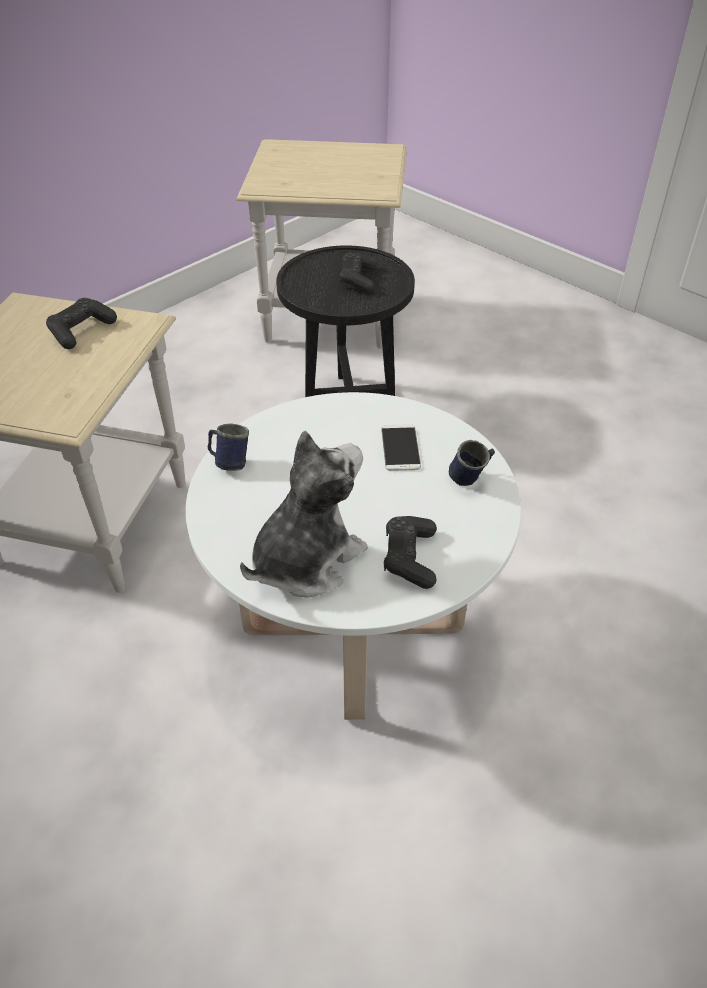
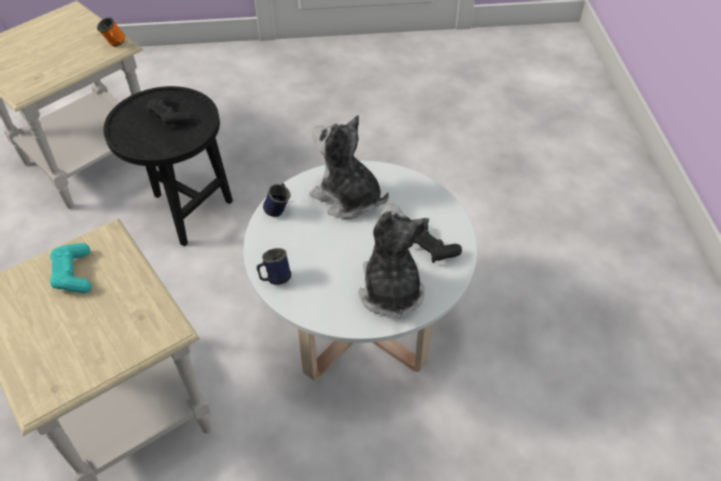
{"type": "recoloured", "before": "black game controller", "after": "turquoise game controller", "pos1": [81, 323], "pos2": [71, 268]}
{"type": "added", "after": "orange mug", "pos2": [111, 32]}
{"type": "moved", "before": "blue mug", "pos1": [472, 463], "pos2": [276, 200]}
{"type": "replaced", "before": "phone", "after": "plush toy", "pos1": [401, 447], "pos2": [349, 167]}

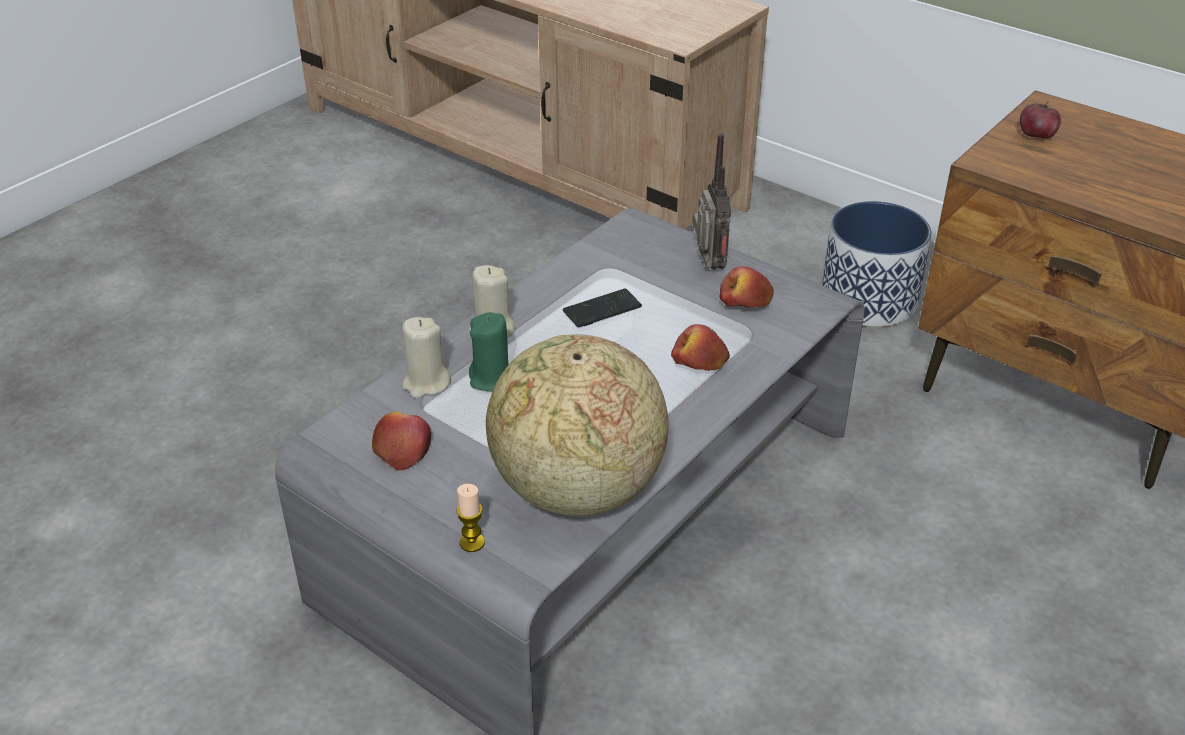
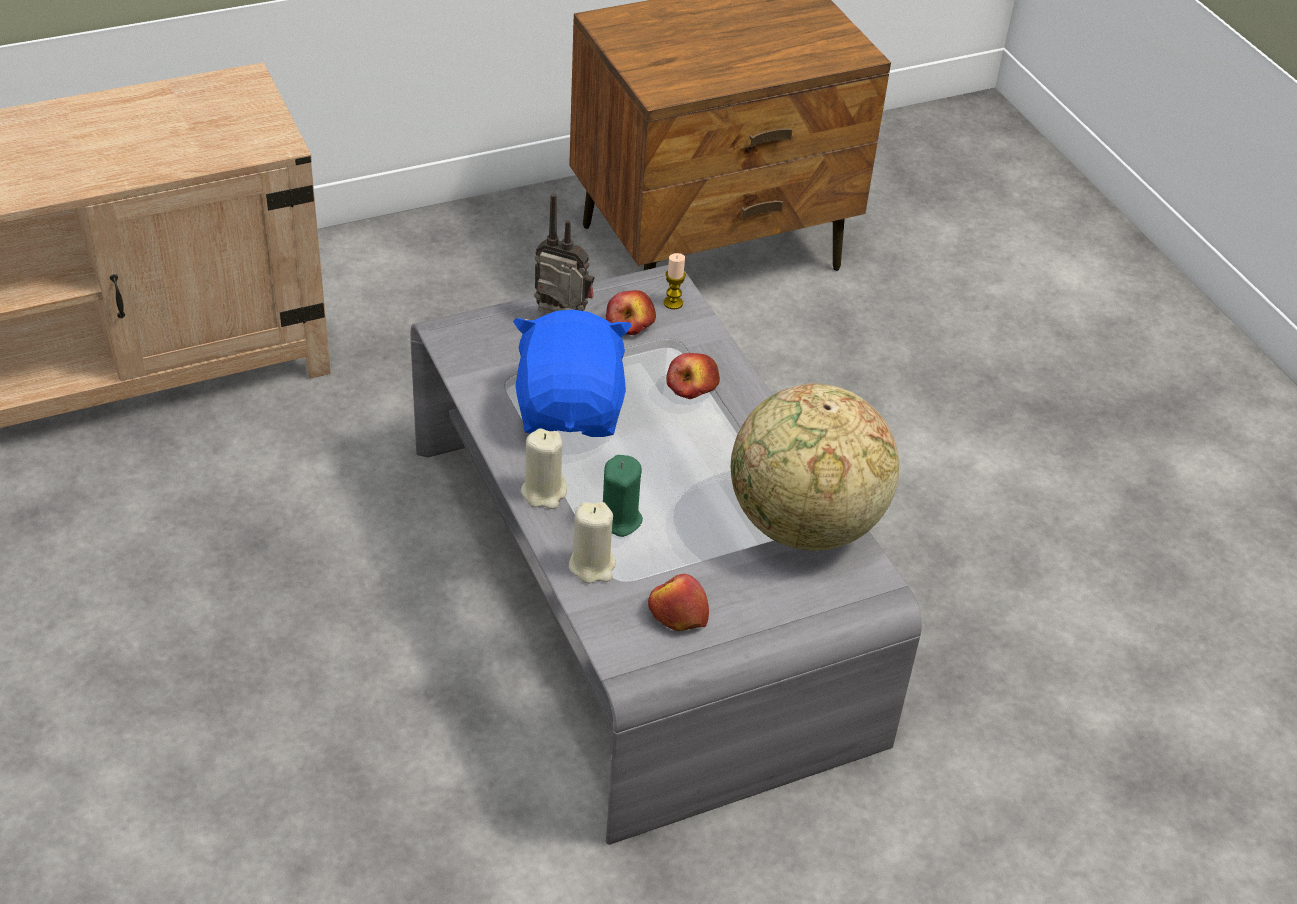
{"type": "replaced", "before": "phone", "after": "blue plush toy", "pos1": [602, 307], "pos2": [572, 373]}
{"type": "moved", "before": "candle", "pos1": [470, 518], "pos2": [675, 281]}
{"type": "removed", "before": "planter", "pos1": [877, 264]}
{"type": "removed", "before": "apple", "pos1": [1040, 120]}

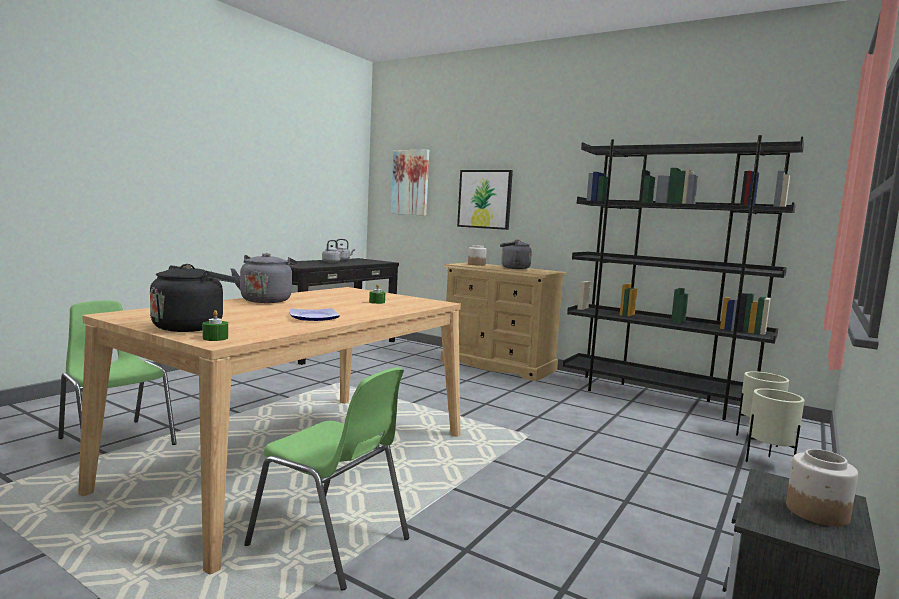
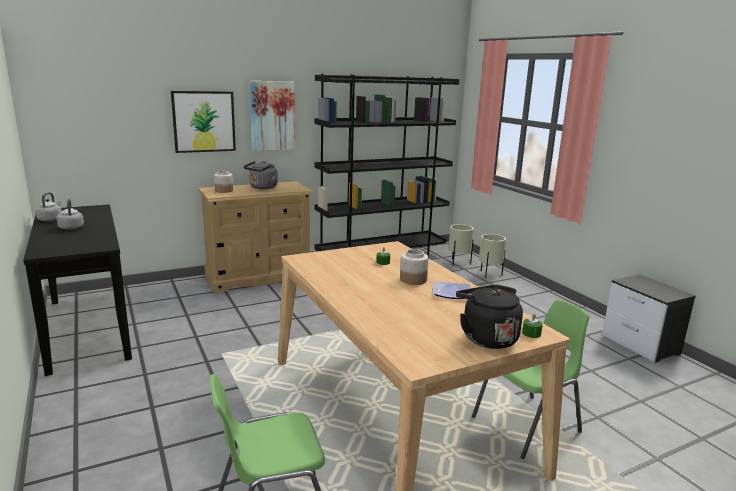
{"type": "moved", "before": "picture", "pos1": [410, 182], "pos2": [272, 116]}
{"type": "moved", "before": "jar", "pos1": [822, 488], "pos2": [414, 267]}
{"type": "removed", "before": "grey kettle", "pos1": [263, 278]}

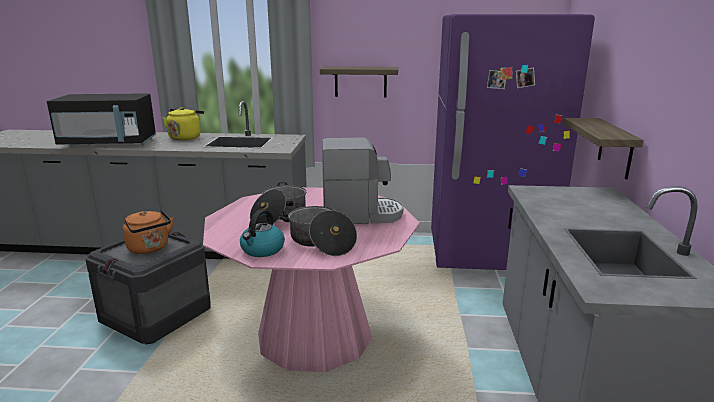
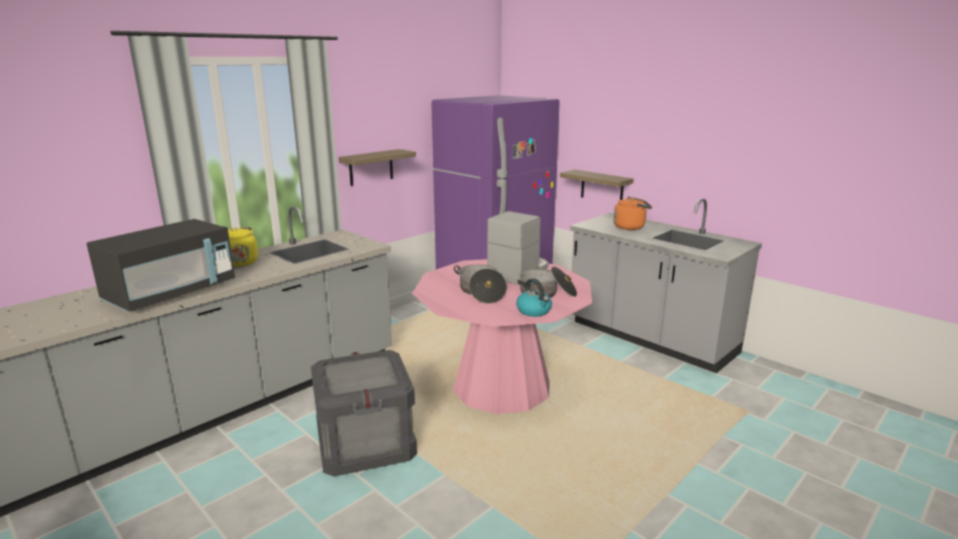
{"type": "moved", "before": "orange kettle", "pos1": [148, 232], "pos2": [633, 213]}

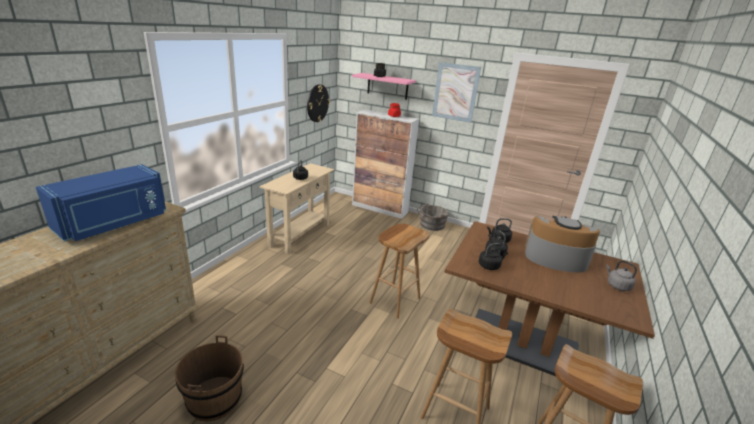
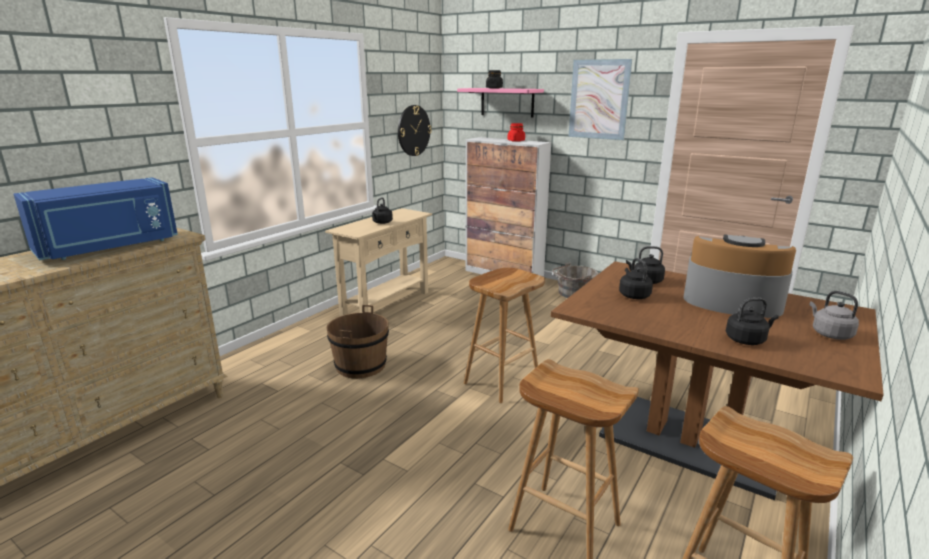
{"type": "moved", "before": "brown bucket", "pos1": [209, 378], "pos2": [357, 342]}
{"type": "moved", "before": "black kettle", "pos1": [493, 256], "pos2": [752, 321]}

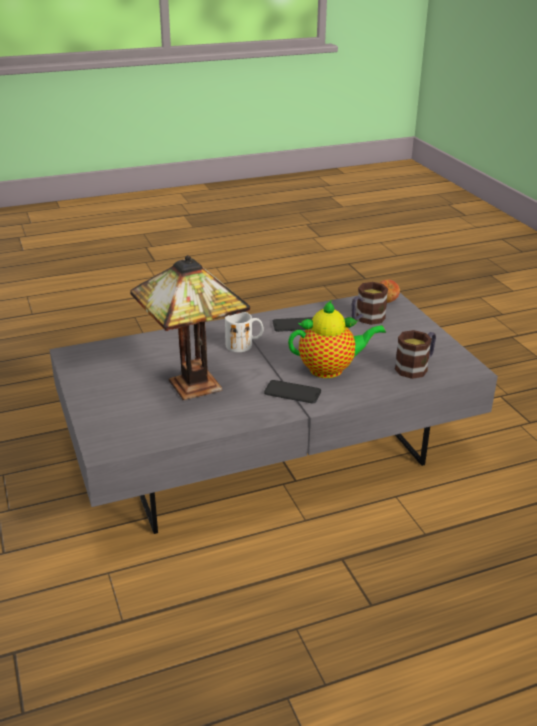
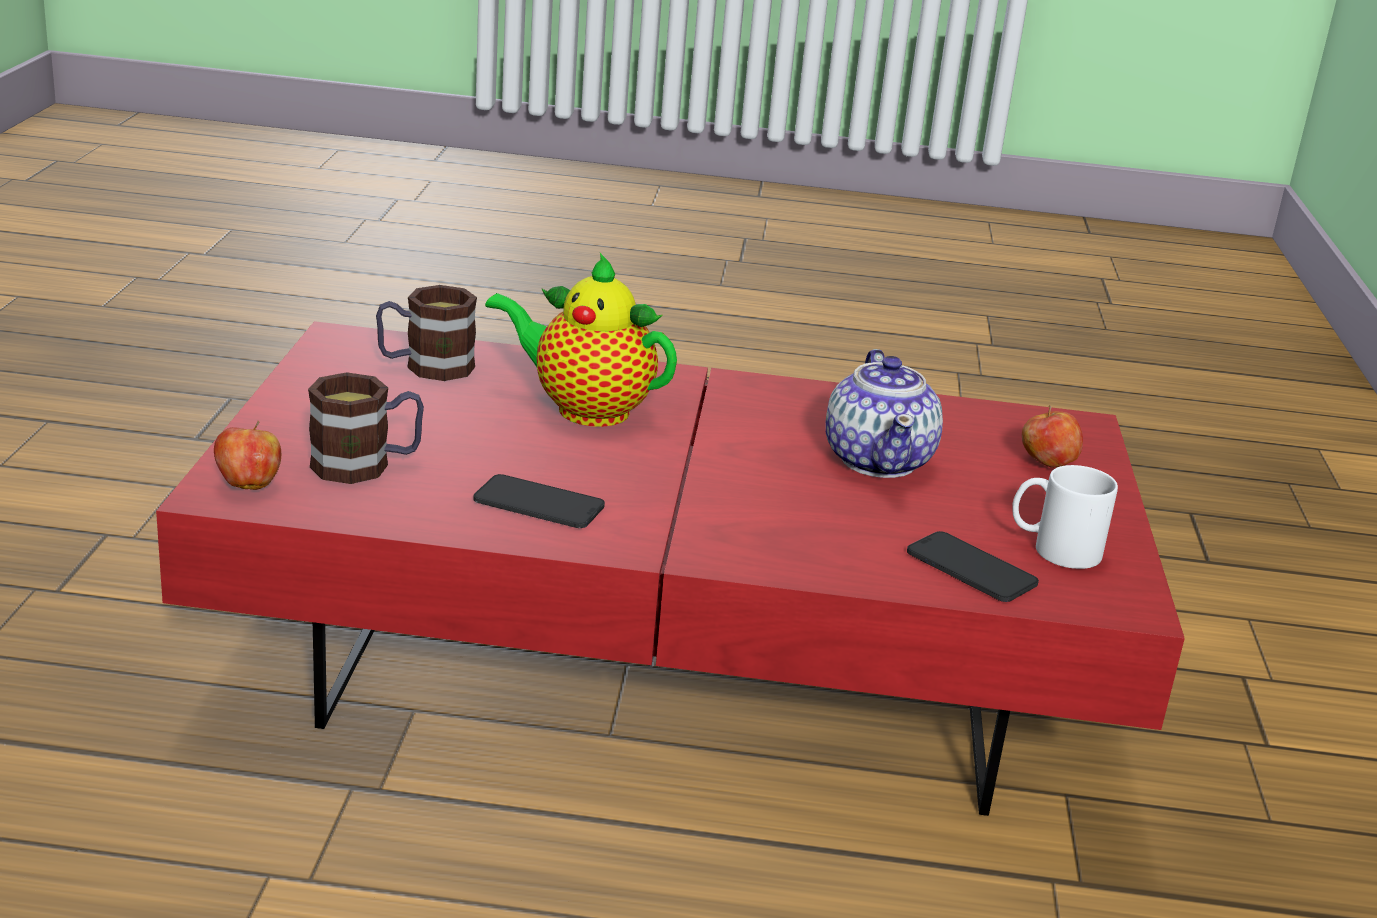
{"type": "recoloured", "before": "grey coffee table", "after": "red coffee table", "pos1": [273, 413], "pos2": [670, 568]}
{"type": "replaced", "before": "table lamp", "after": "teapot", "pos1": [190, 327], "pos2": [884, 413]}
{"type": "moved", "before": "phone", "pos1": [292, 392], "pos2": [973, 566]}
{"type": "moved", "before": "white mug", "pos1": [244, 332], "pos2": [1065, 517]}
{"type": "added", "after": "apple", "pos2": [1052, 436]}

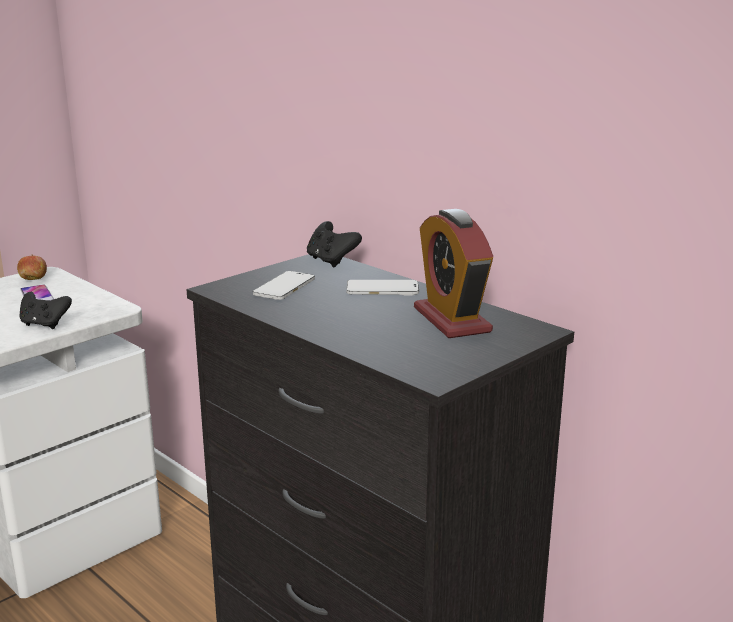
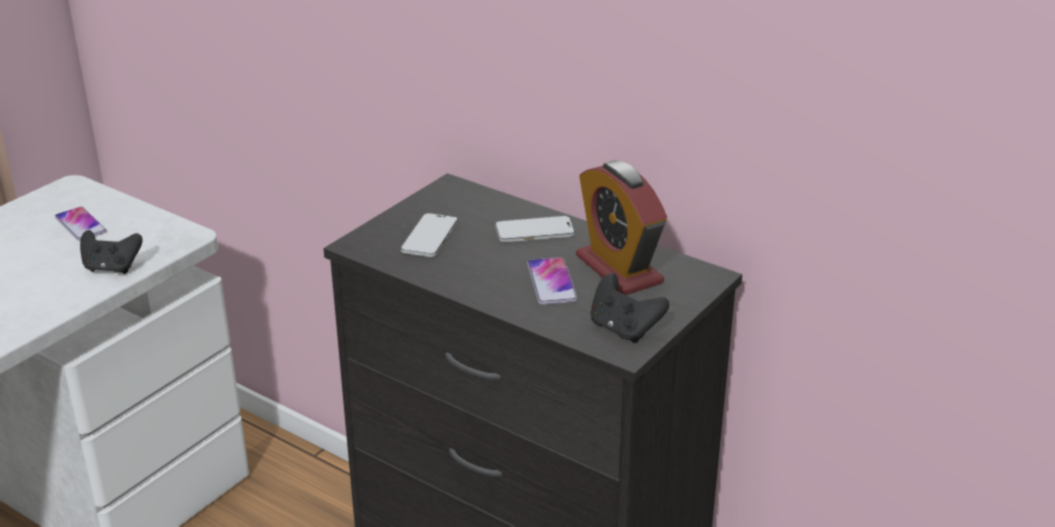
{"type": "added", "after": "phone", "pos2": [552, 281]}
{"type": "moved", "before": "black game controller", "pos1": [334, 244], "pos2": [629, 308]}
{"type": "removed", "before": "apple", "pos1": [32, 267]}

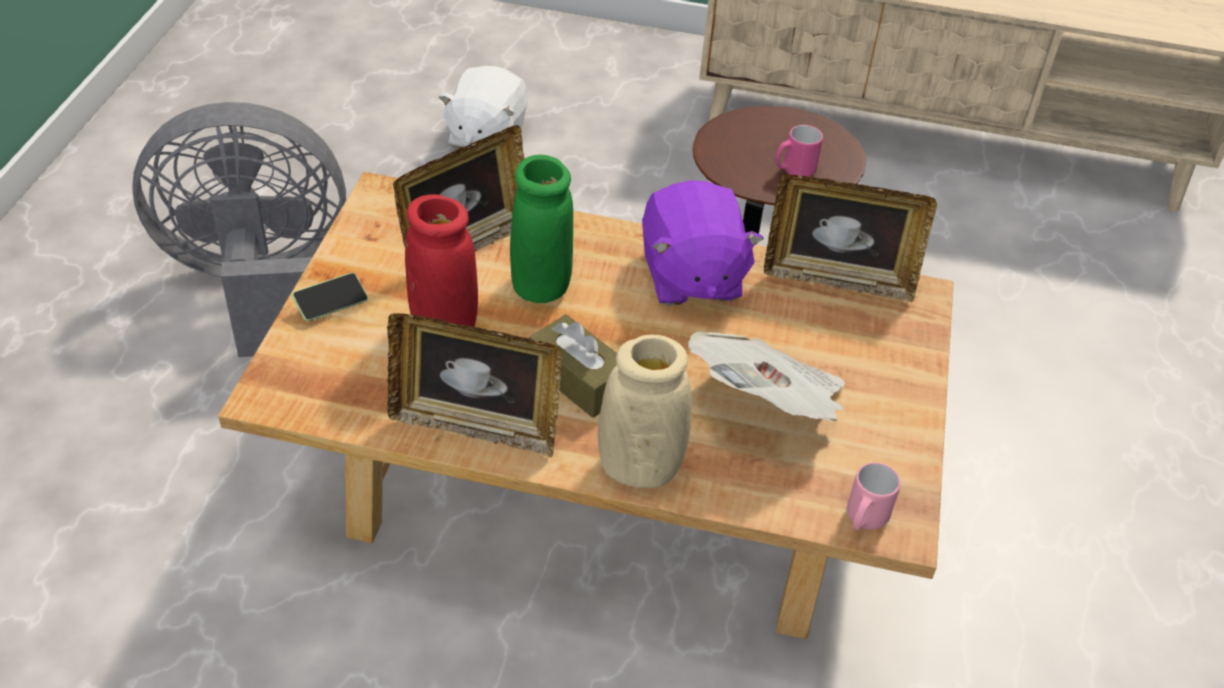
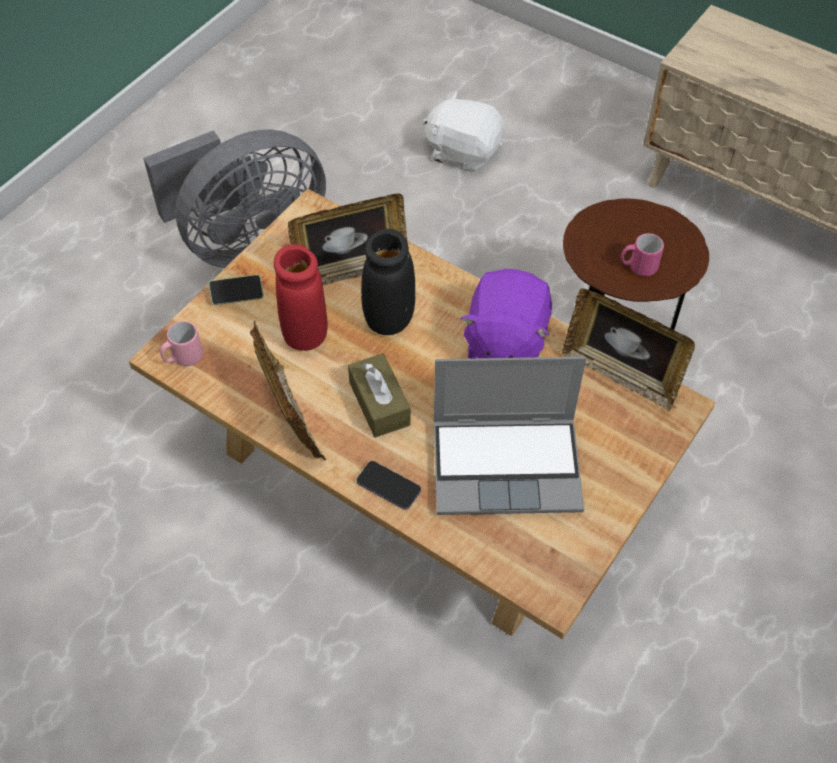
{"type": "turned", "before": "grey fan", "pos1": [239, 229], "pos2": [234, 199], "turn": 135}
{"type": "moved", "before": "pink mug", "pos1": [874, 496], "pos2": [181, 343]}
{"type": "turned", "before": "picture frame", "pos1": [474, 385], "pos2": [288, 390], "turn": -150}
{"type": "replaced", "before": "beige vase", "after": "phone", "pos1": [645, 411], "pos2": [388, 485]}
{"type": "recoloured", "before": "green vase", "after": "black vase", "pos1": [541, 229], "pos2": [388, 282]}
{"type": "turned", "before": "white plush toy", "pos1": [483, 107], "pos2": [463, 131], "turn": 75}
{"type": "replaced", "before": "newspaper", "after": "laptop", "pos1": [766, 377], "pos2": [510, 436]}

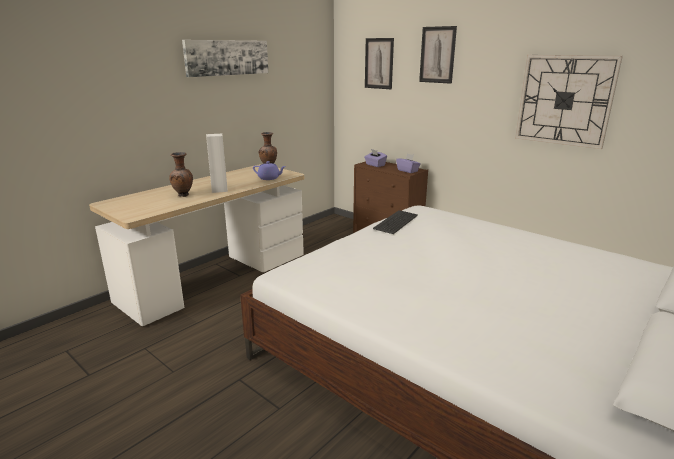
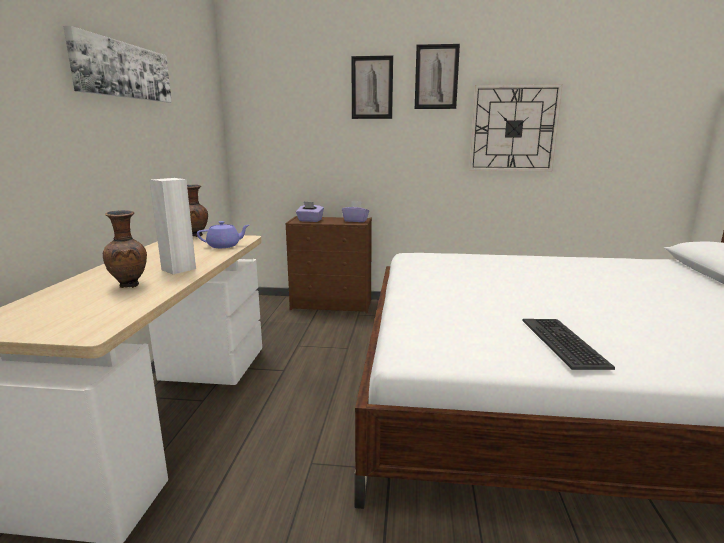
{"type": "moved", "before": "picture", "pos1": [379, 63], "pos2": [437, 76]}
{"type": "moved", "before": "keyboard", "pos1": [395, 222], "pos2": [568, 344]}

